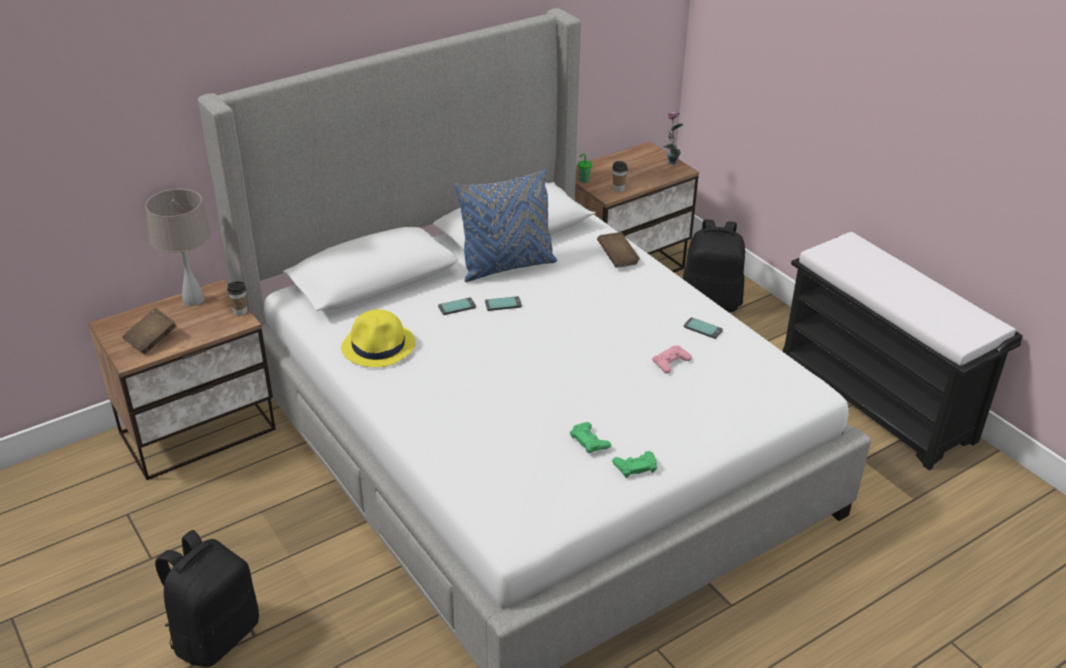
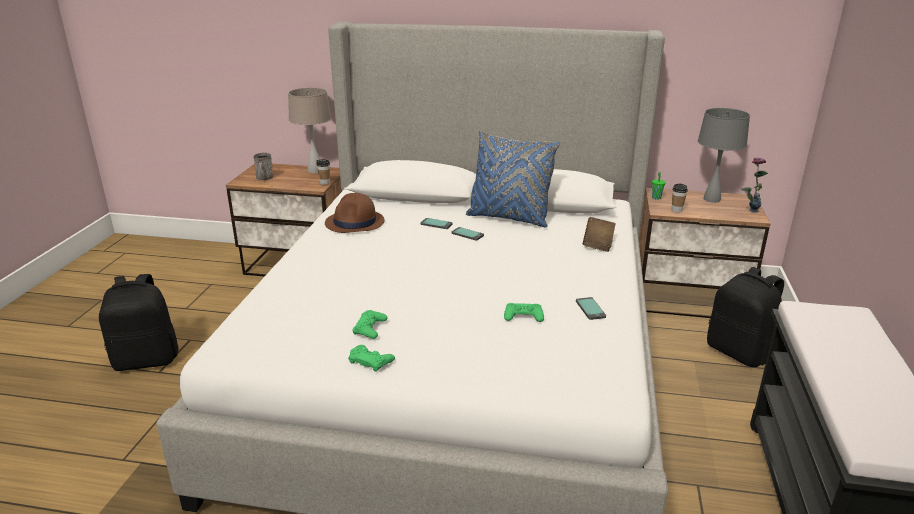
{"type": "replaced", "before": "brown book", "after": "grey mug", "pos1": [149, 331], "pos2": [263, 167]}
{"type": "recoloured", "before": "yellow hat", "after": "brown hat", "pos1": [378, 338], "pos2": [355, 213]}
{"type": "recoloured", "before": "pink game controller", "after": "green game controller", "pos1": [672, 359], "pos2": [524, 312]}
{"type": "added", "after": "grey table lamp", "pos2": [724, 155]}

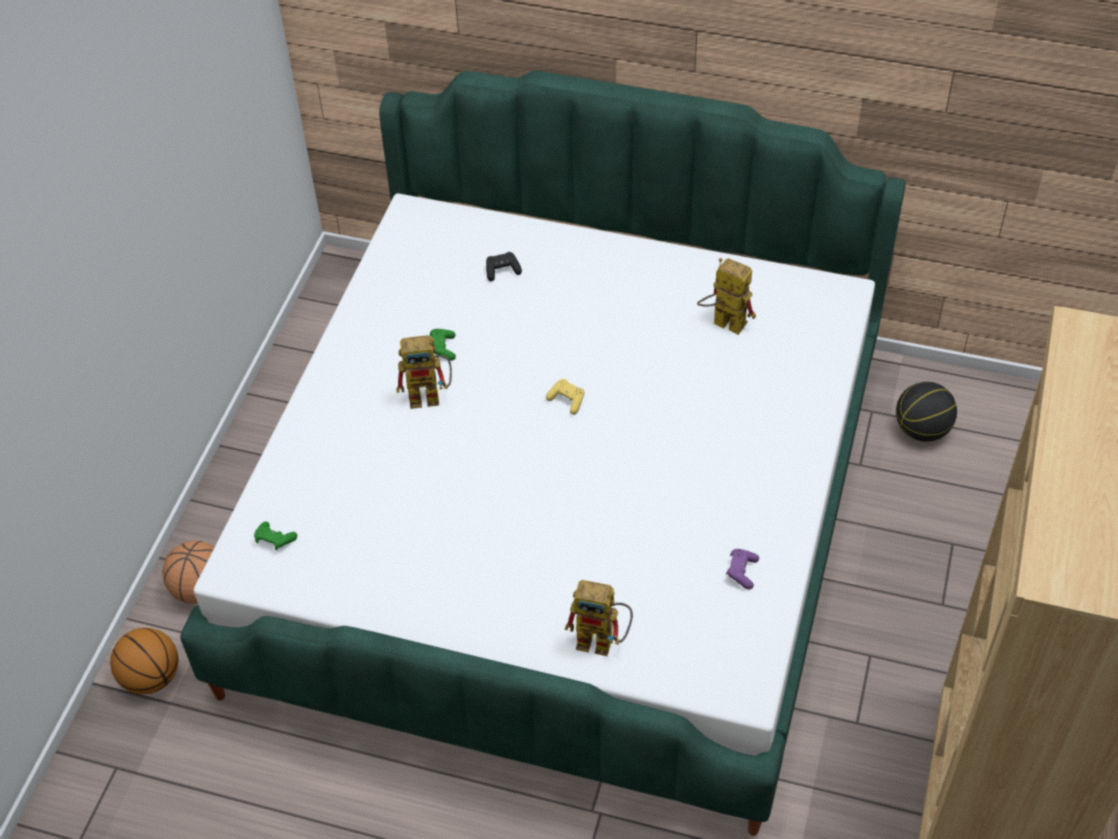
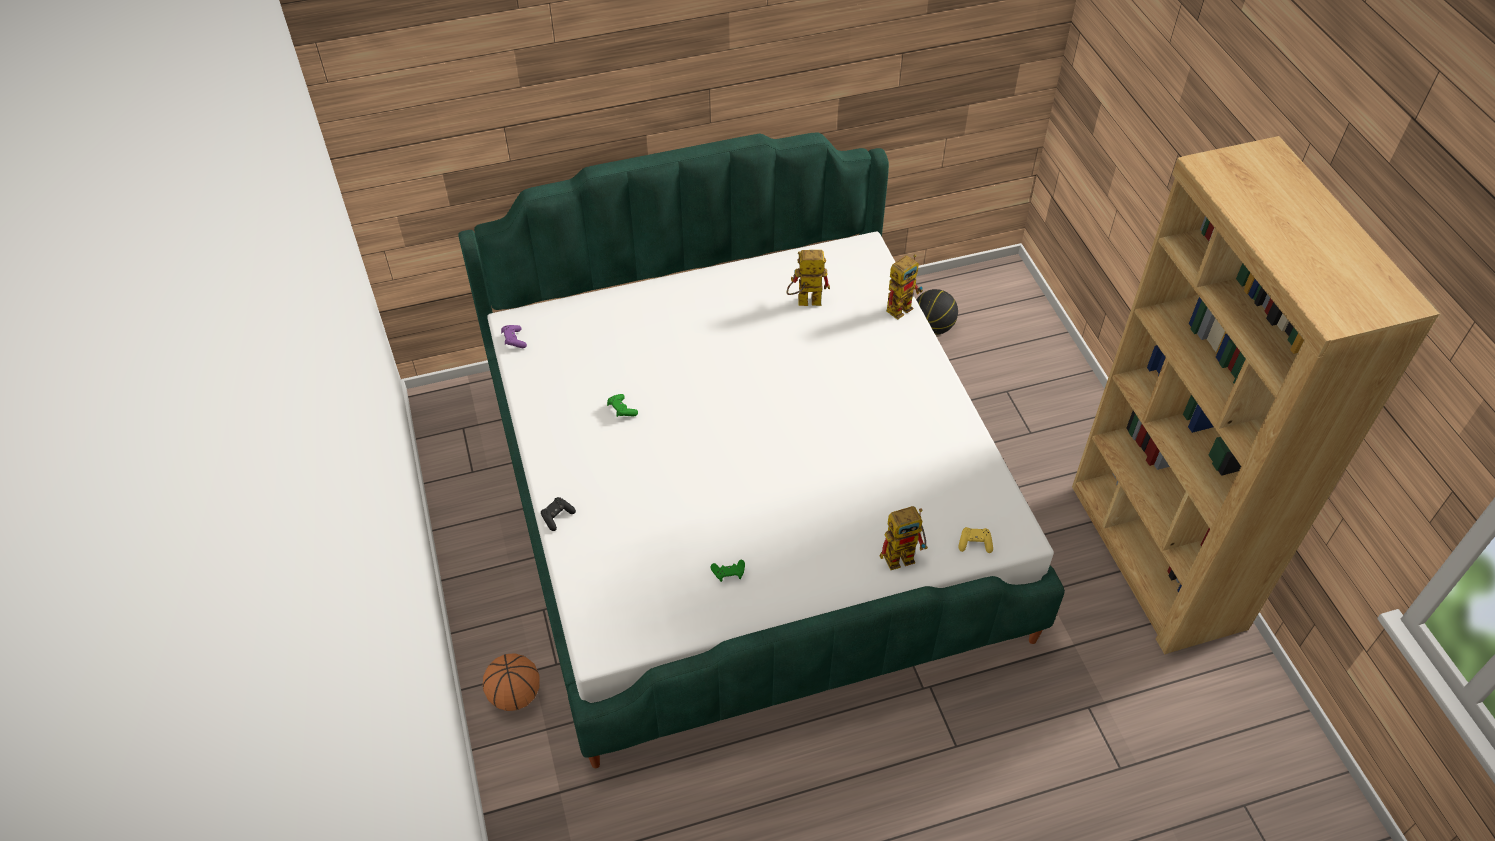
{"type": "moved", "before": "purple game controller", "pos1": [742, 569], "pos2": [514, 336]}
{"type": "moved", "before": "black game controller", "pos1": [504, 266], "pos2": [558, 514]}
{"type": "moved", "before": "green game controller", "pos1": [275, 535], "pos2": [728, 571]}
{"type": "moved", "before": "toy robot", "pos1": [424, 372], "pos2": [904, 287]}
{"type": "moved", "before": "yellow game controller", "pos1": [565, 397], "pos2": [975, 540]}
{"type": "removed", "before": "basketball", "pos1": [144, 661]}

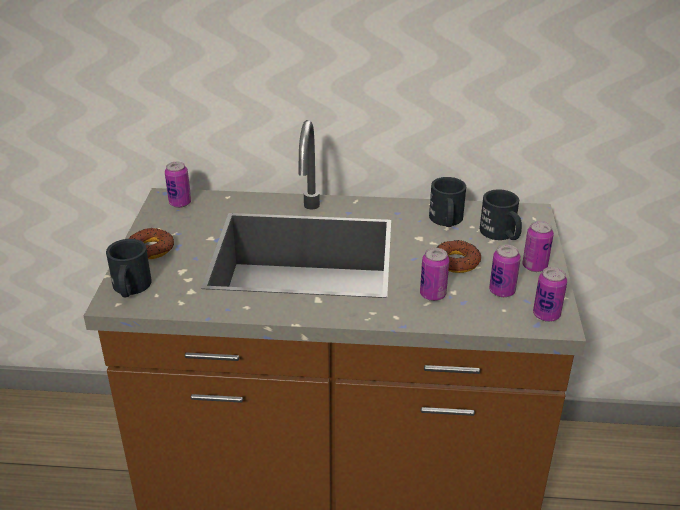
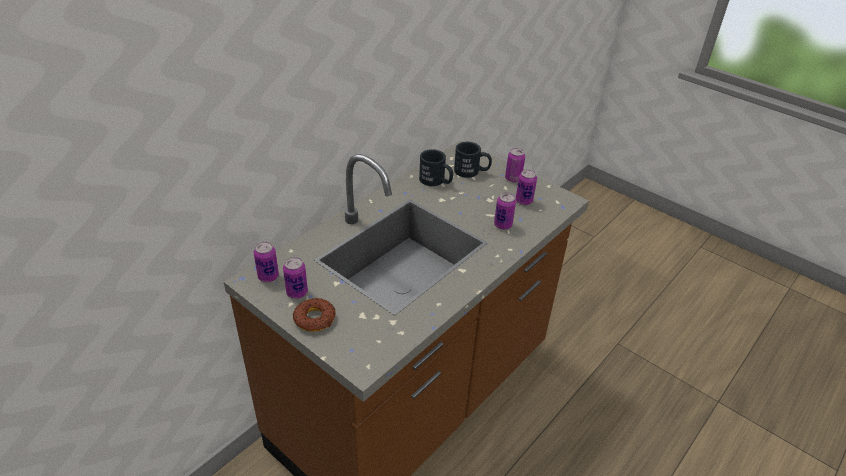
{"type": "moved", "before": "can", "pos1": [550, 294], "pos2": [295, 278]}
{"type": "removed", "before": "black mug", "pos1": [129, 268]}
{"type": "removed", "before": "donut", "pos1": [458, 256]}

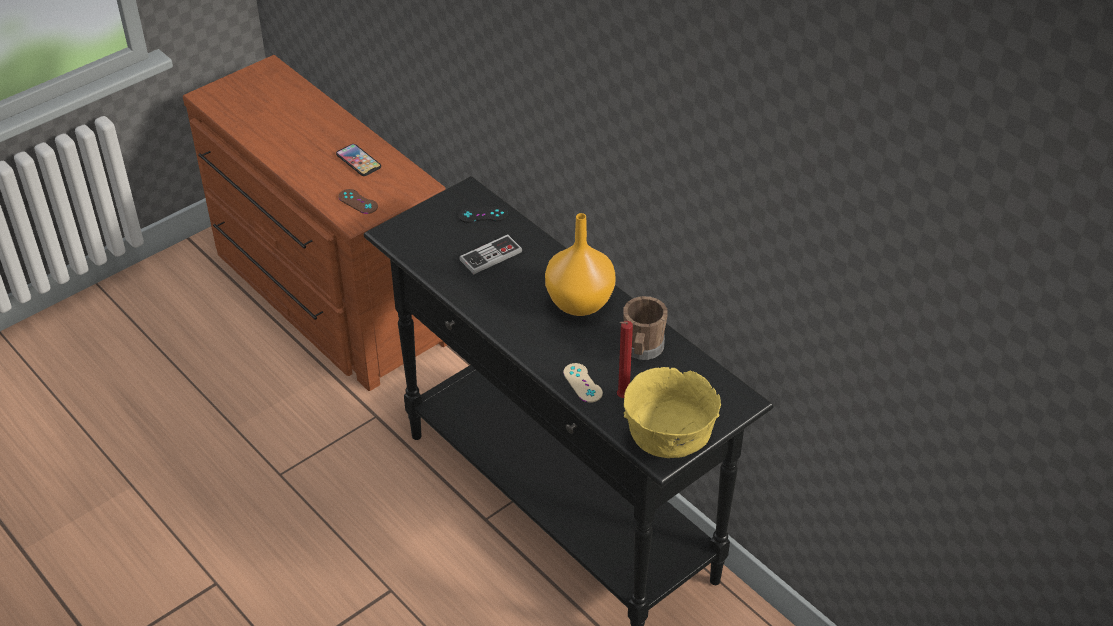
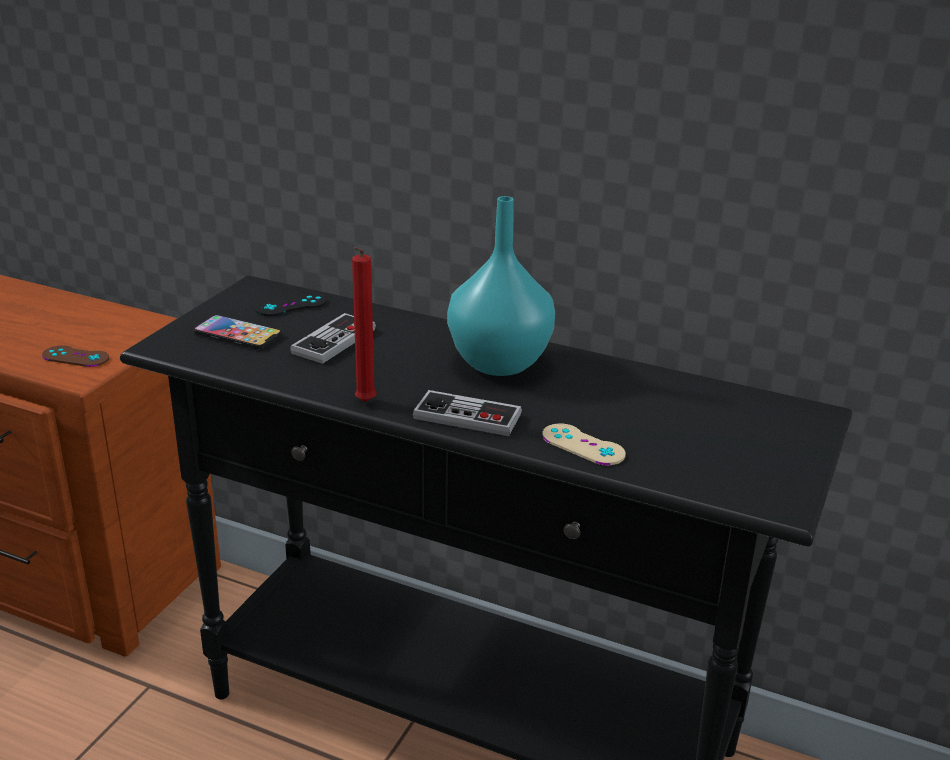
{"type": "moved", "before": "phone", "pos1": [358, 160], "pos2": [237, 332]}
{"type": "moved", "before": "red candle", "pos1": [625, 359], "pos2": [364, 324]}
{"type": "added", "after": "game controller", "pos2": [467, 413]}
{"type": "recoloured", "before": "orange vase", "after": "turquoise vase", "pos1": [580, 264], "pos2": [501, 286]}
{"type": "removed", "before": "brown mug", "pos1": [645, 328]}
{"type": "removed", "before": "yellow bowl", "pos1": [672, 412]}

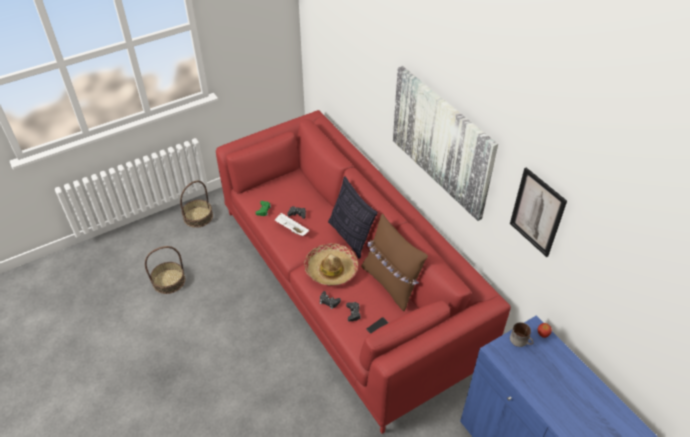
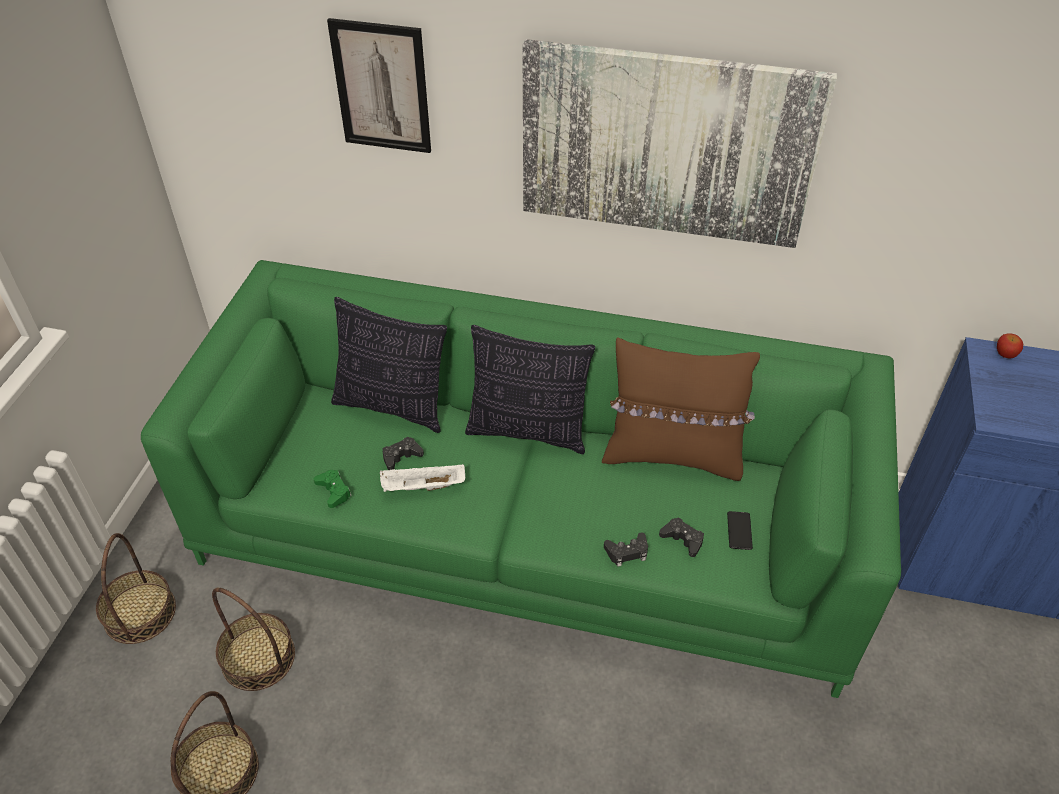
{"type": "recoloured", "before": "red sofa", "after": "green sofa", "pos1": [363, 272], "pos2": [521, 479]}
{"type": "added", "after": "basket", "pos2": [253, 639]}
{"type": "moved", "before": "picture", "pos1": [538, 212], "pos2": [379, 85]}
{"type": "added", "after": "pillow", "pos2": [389, 365]}
{"type": "removed", "before": "hat", "pos1": [331, 264]}
{"type": "removed", "before": "mug", "pos1": [522, 334]}

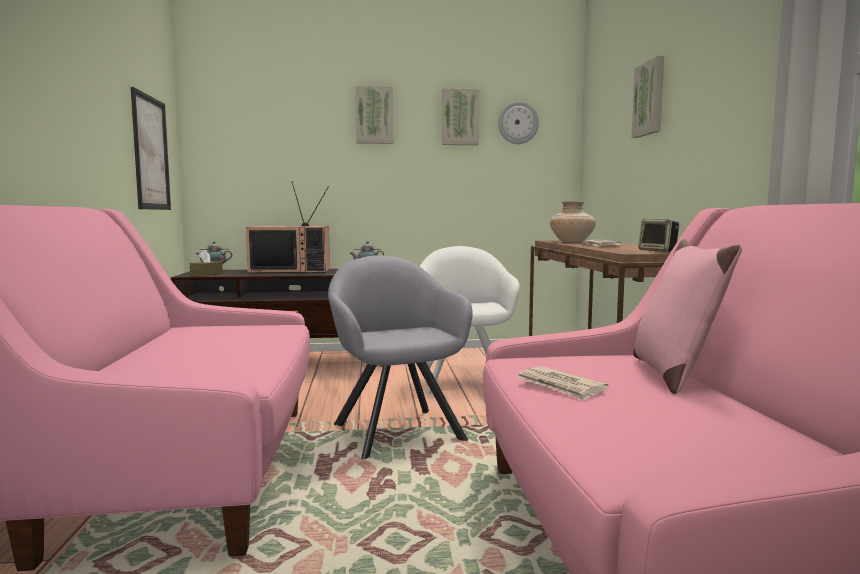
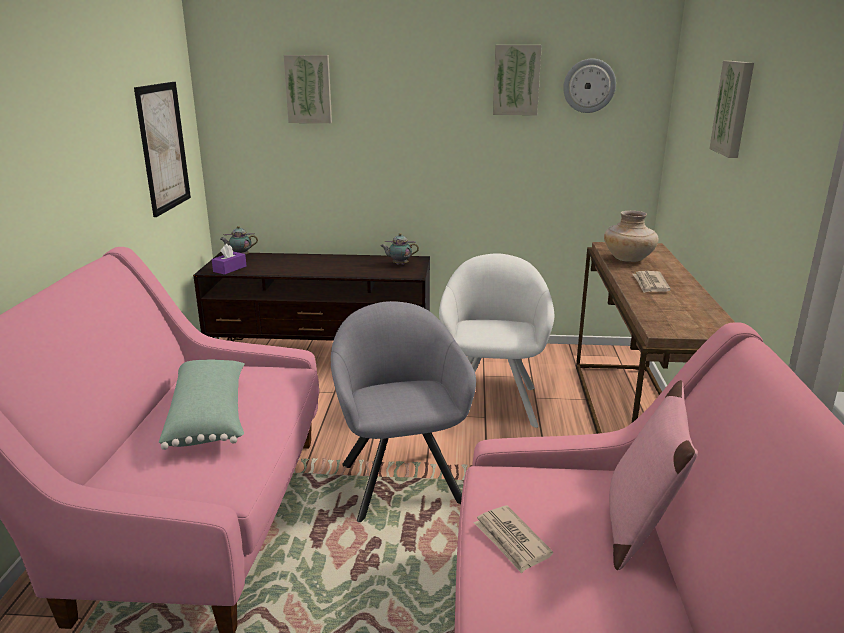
{"type": "added", "after": "green pillow", "pos2": [202, 405]}
{"type": "recoloured", "before": "brown tissue box", "after": "purple tissue box", "pos1": [206, 263], "pos2": [229, 259]}
{"type": "moved", "before": "picture", "pos1": [374, 115], "pos2": [308, 89]}
{"type": "removed", "before": "television", "pos1": [288, 227]}
{"type": "removed", "before": "speaker", "pos1": [658, 235]}

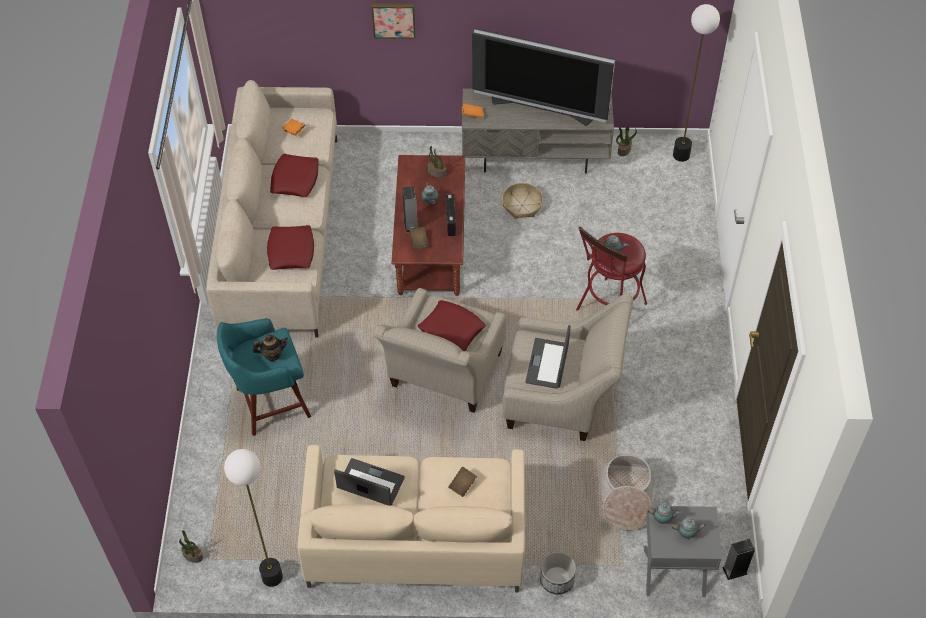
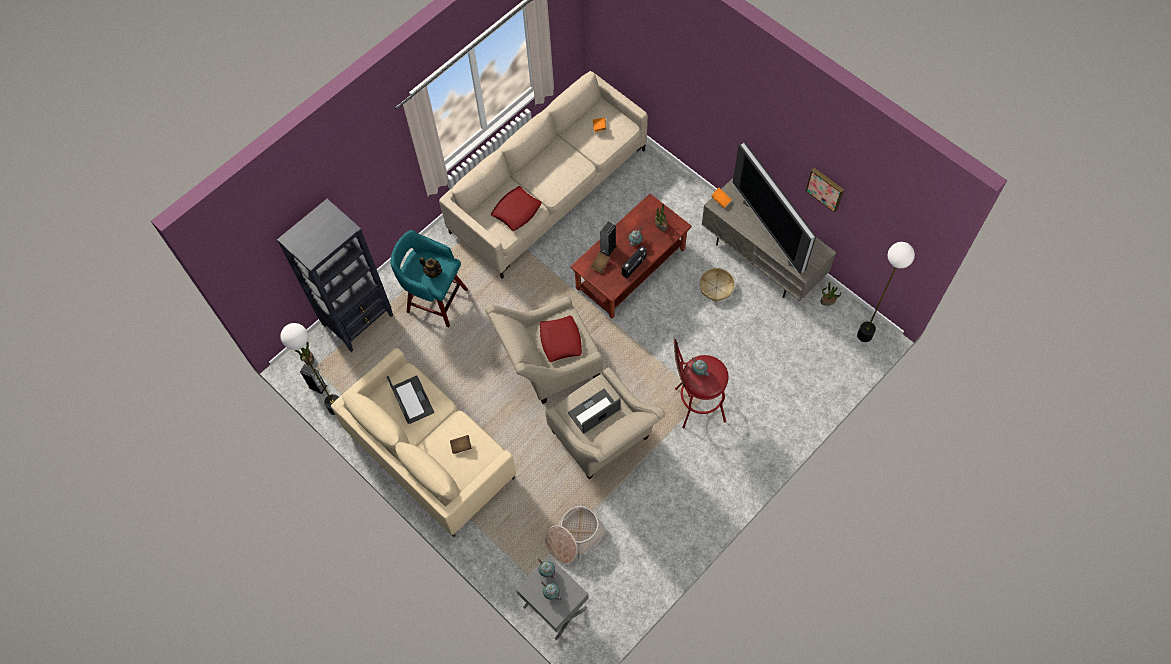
{"type": "added", "after": "black bookcase", "pos2": [335, 275]}
{"type": "moved", "before": "speaker", "pos1": [738, 559], "pos2": [313, 379]}
{"type": "moved", "before": "picture", "pos1": [394, 21], "pos2": [825, 190]}
{"type": "removed", "before": "red pillow", "pos1": [294, 175]}
{"type": "removed", "before": "planter", "pos1": [558, 573]}

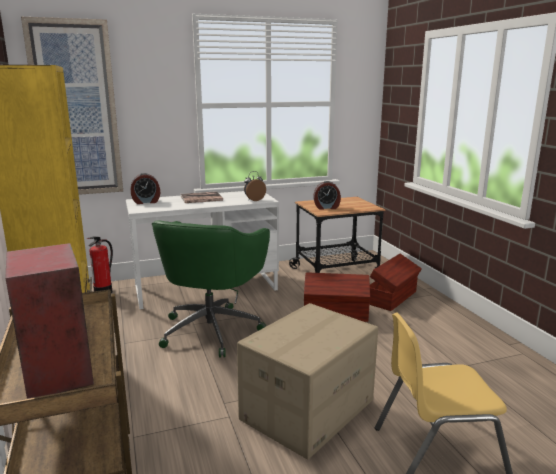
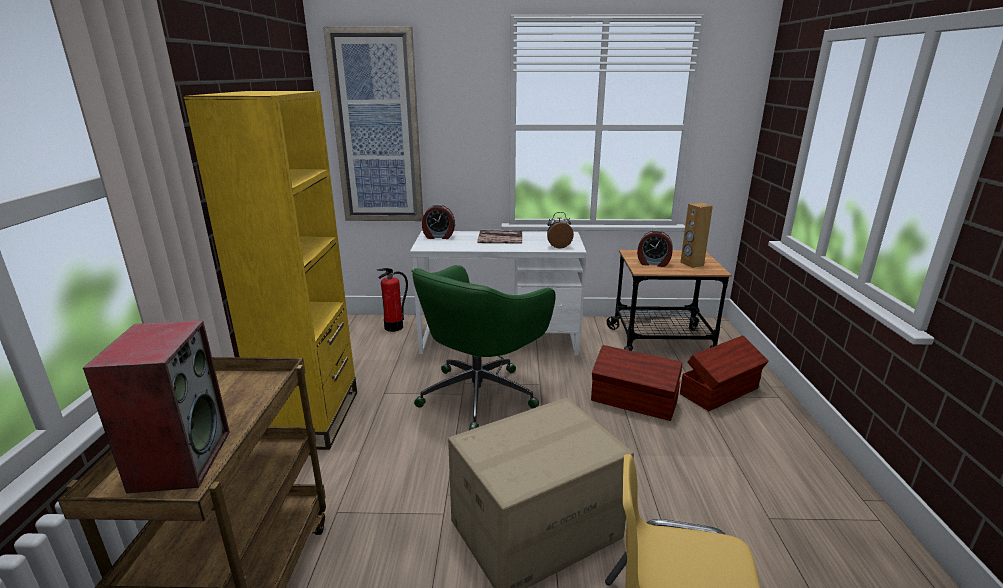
{"type": "added", "after": "brown speaker", "pos2": [696, 235]}

